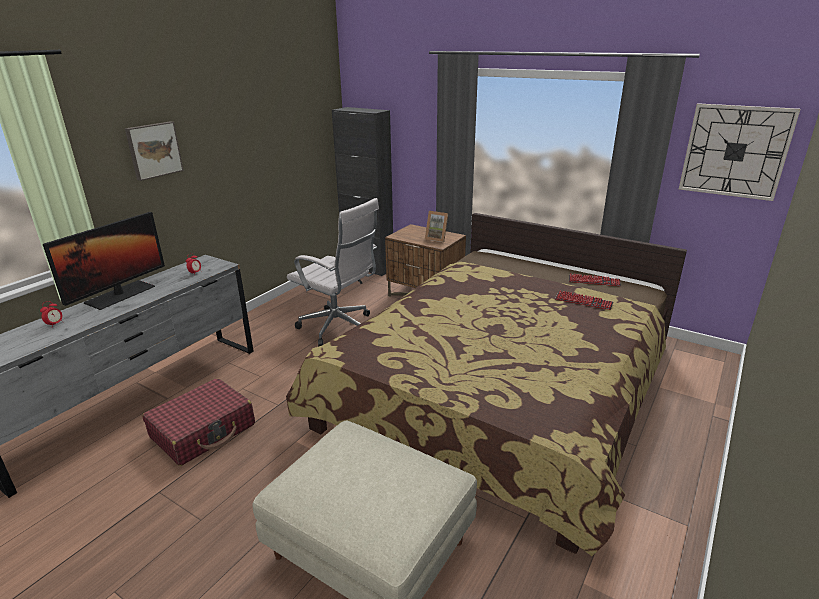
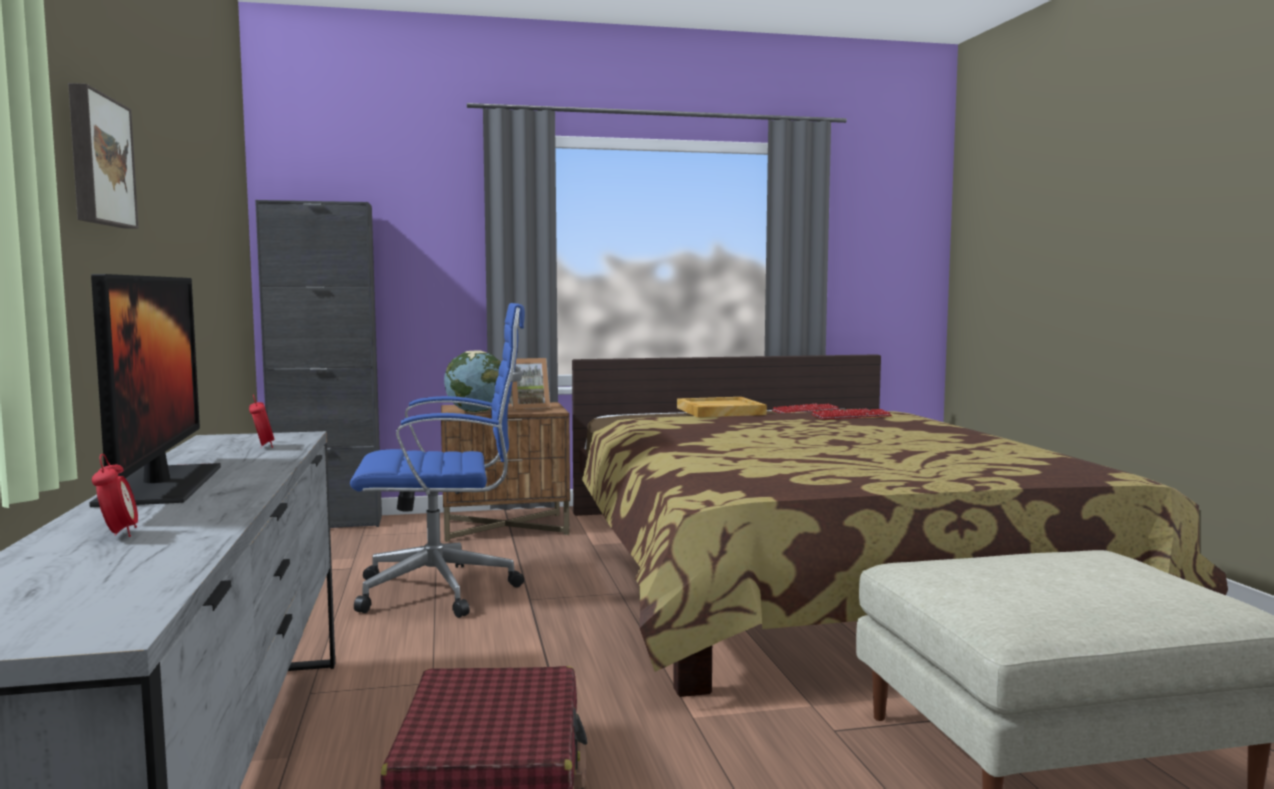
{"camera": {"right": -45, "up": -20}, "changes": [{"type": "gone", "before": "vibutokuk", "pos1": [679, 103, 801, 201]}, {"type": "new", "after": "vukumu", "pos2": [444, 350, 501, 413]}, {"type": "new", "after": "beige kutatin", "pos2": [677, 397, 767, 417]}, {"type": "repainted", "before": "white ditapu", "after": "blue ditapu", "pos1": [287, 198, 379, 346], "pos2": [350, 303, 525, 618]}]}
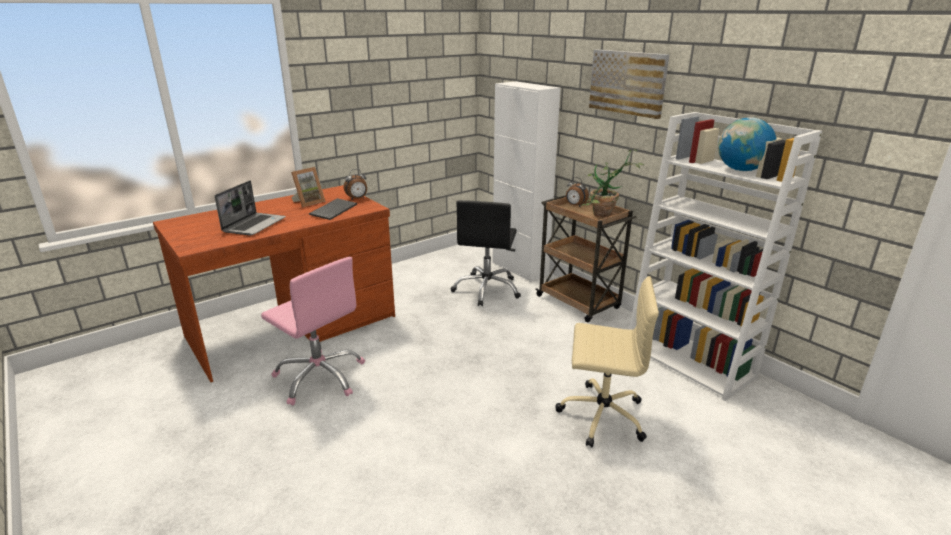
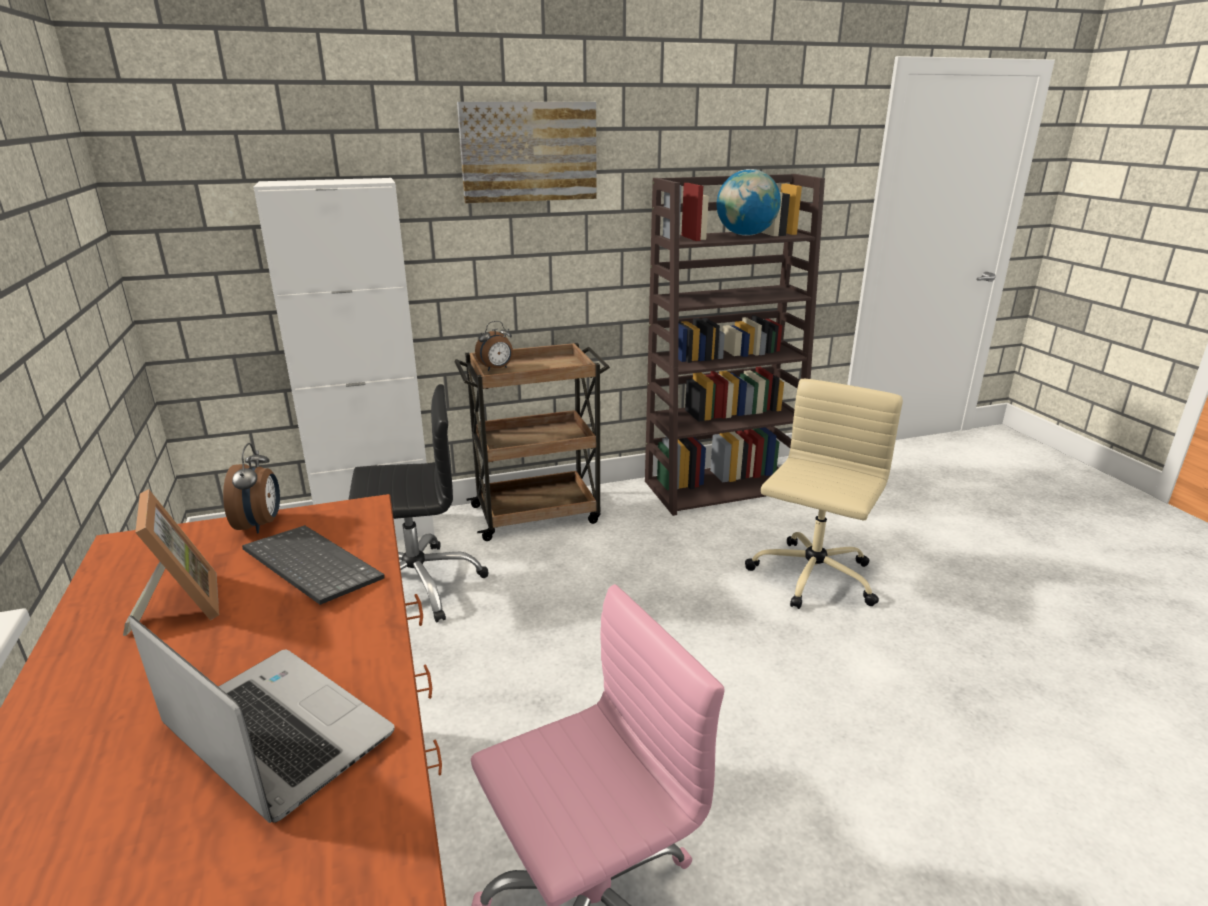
{"camera": {"right": -70, "up": 0}, "changes": [{"type": "gone", "before": "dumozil", "pos1": [581, 150, 644, 218]}, {"type": "repainted", "before": "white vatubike", "after": "brown vatubike", "pos1": [629, 112, 822, 401], "pos2": [645, 174, 825, 516]}, {"type": "rotated", "before": "black ditapu", "pos1": [451, 200, 521, 306], "pos2": [348, 384, 489, 623], "turn": -45}]}
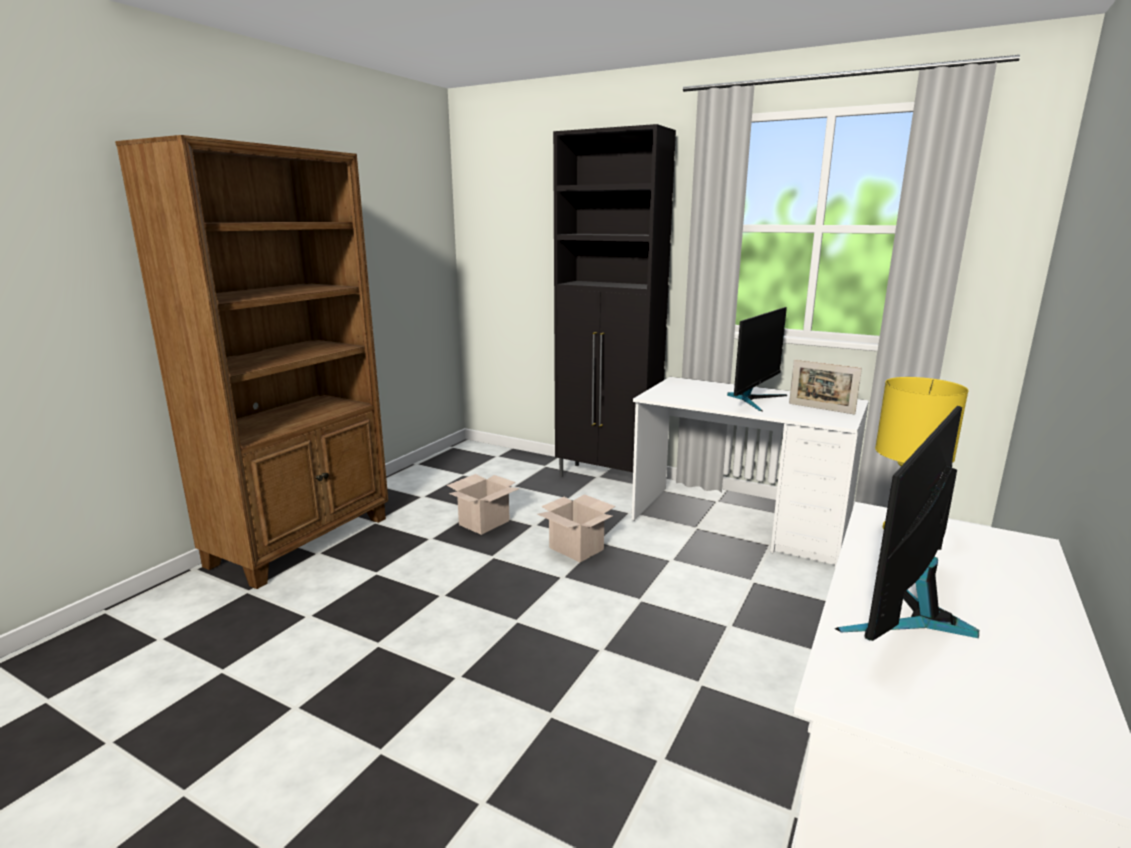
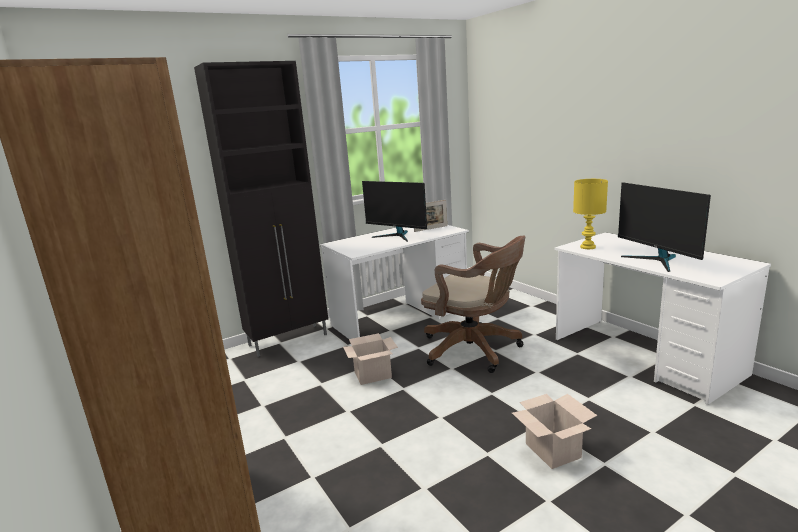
{"camera": {"right": -60, "up": 0}, "changes": [{"type": "new", "after": "brown ditapu", "pos2": [421, 236, 525, 373]}, {"type": "shifted", "before": "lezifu", "pos1": [447, 474, 520, 535], "pos2": [512, 394, 597, 469]}, {"type": "rotated", "before": "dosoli", "pos1": [727, 307, 787, 411], "pos2": [362, 181, 427, 242], "turn": 150}]}
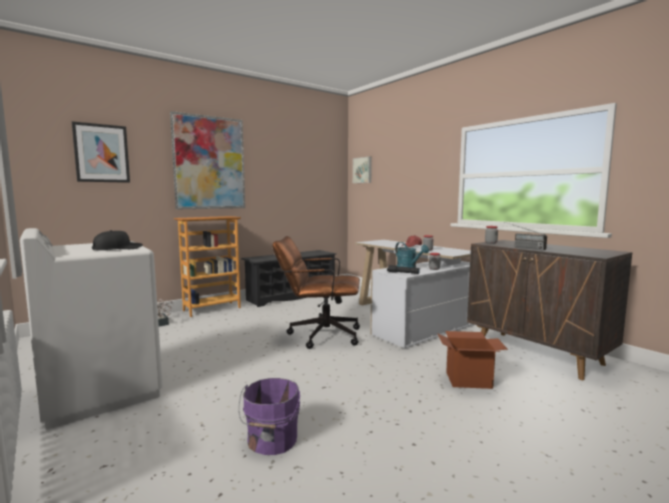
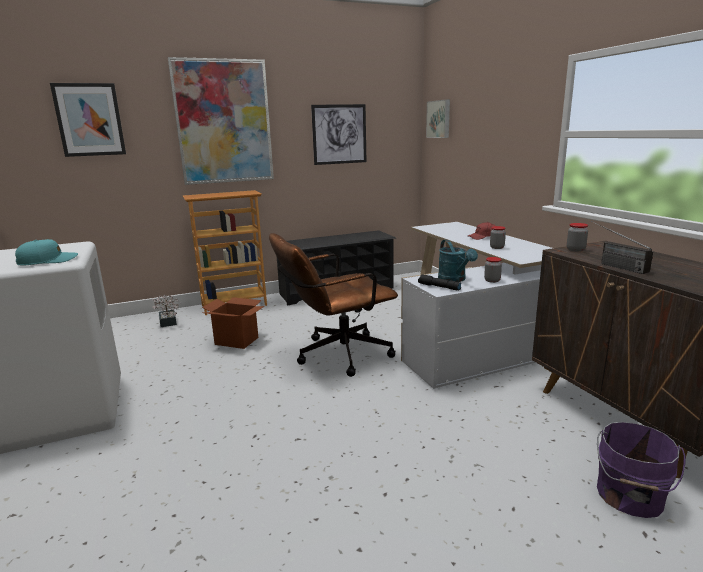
{"camera": {"right": 15, "up": 10}, "changes": [{"type": "new", "after": "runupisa", "pos2": [311, 104, 367, 165]}, {"type": "shifted", "before": "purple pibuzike", "pos1": [238, 378, 300, 455], "pos2": [597, 422, 685, 518]}, {"type": "shifted", "before": "lezifu", "pos1": [438, 331, 508, 389], "pos2": [202, 297, 264, 349]}, {"type": "repainted", "before": "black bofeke", "after": "turquoise bofeke", "pos1": [92, 230, 143, 250], "pos2": [15, 239, 78, 266]}, {"type": "rotated", "before": "brown ditapu", "pos1": [272, 236, 360, 349], "pos2": [269, 233, 398, 377], "turn": -45}]}
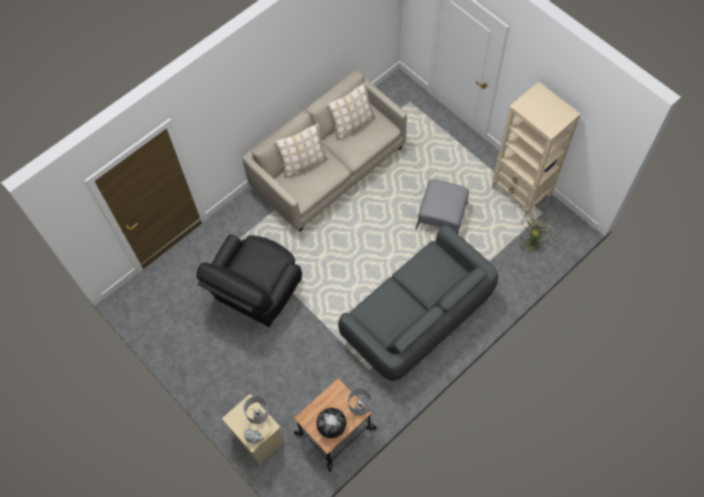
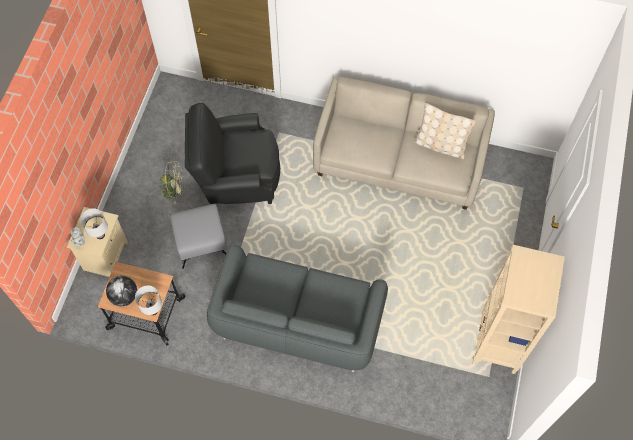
{"camera": {"right": 55, "up": 0}, "changes": [{"type": "gone", "before": "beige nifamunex", "pos1": [274, 123, 328, 178]}, {"type": "shifted", "before": "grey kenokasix", "pos1": [416, 179, 469, 234], "pos2": [170, 204, 227, 269]}, {"type": "shifted", "before": "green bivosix", "pos1": [519, 215, 556, 253], "pos2": [158, 161, 184, 204]}]}
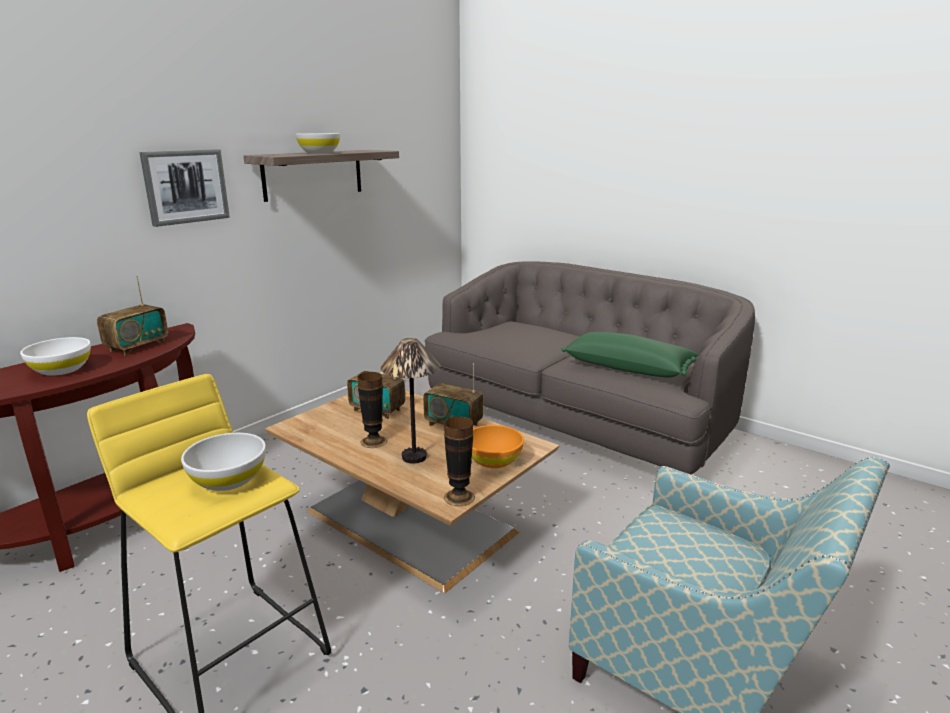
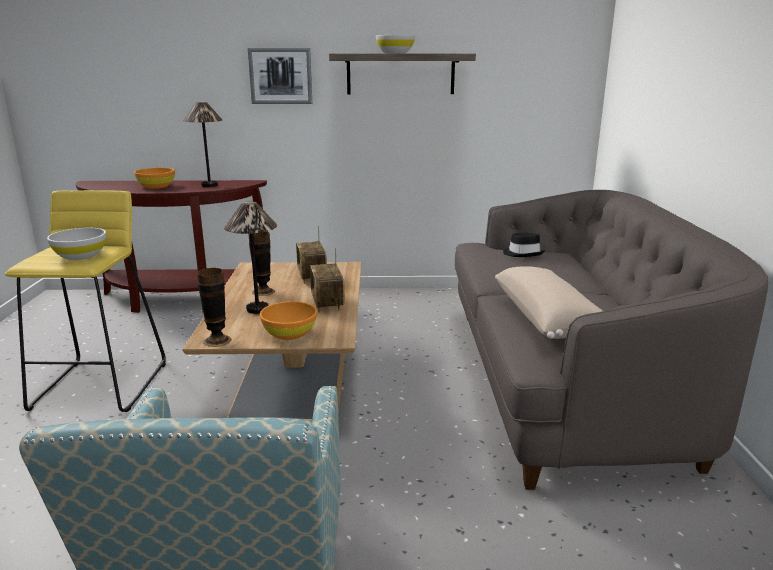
{"camera": {"right": 50, "up": 0}, "changes": [{"type": "new", "after": "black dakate", "pos2": [503, 233, 544, 257]}, {"type": "swapped", "before": "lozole", "after": "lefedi", "pos1": [97, 276, 168, 356], "pos2": [184, 102, 222, 187]}, {"type": "repainted", "before": "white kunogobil", "after": "orange kunogobil", "pos1": [20, 337, 91, 376], "pos2": [134, 168, 175, 189]}, {"type": "repainted", "before": "green nifamunex", "after": "beige nifamunex", "pos1": [562, 332, 698, 378], "pos2": [495, 266, 603, 339]}]}
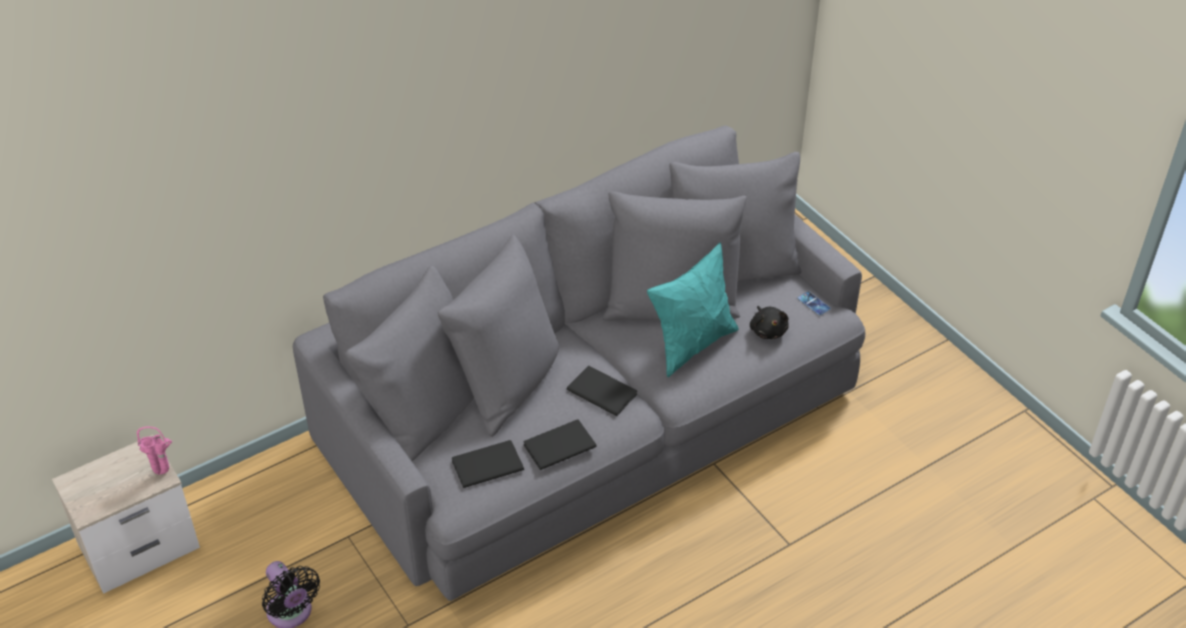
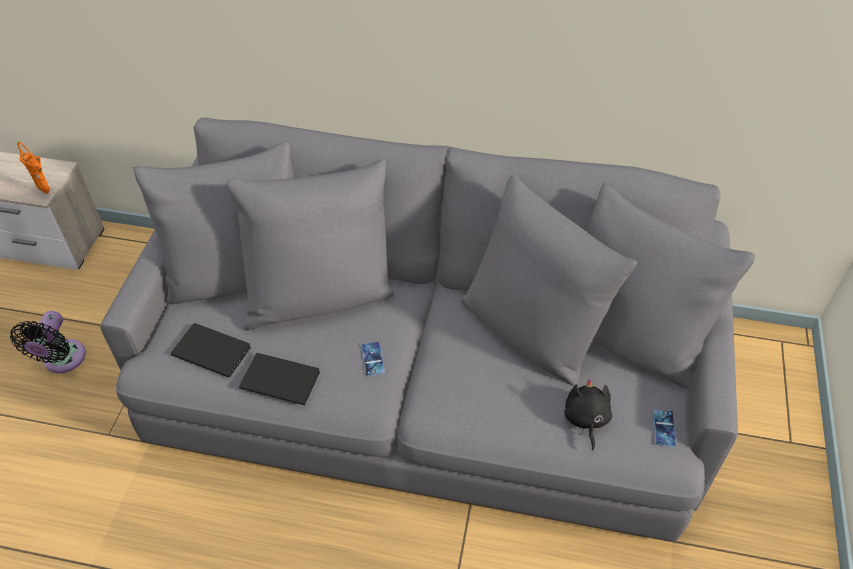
{"camera": {"right": 45, "up": 5}, "changes": [{"type": "gone", "before": "turquoise nifamunex", "pos1": [647, 243, 739, 377]}, {"type": "swapped", "before": "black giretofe", "after": "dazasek", "pos1": [566, 366, 637, 416], "pos2": [361, 342, 385, 376]}, {"type": "repainted", "before": "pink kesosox", "after": "orange kesosox", "pos1": [137, 426, 172, 475], "pos2": [17, 142, 50, 193]}, {"type": "rotated", "before": "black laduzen", "pos1": [750, 306, 789, 339], "pos2": [564, 378, 612, 451], "turn": 150}]}
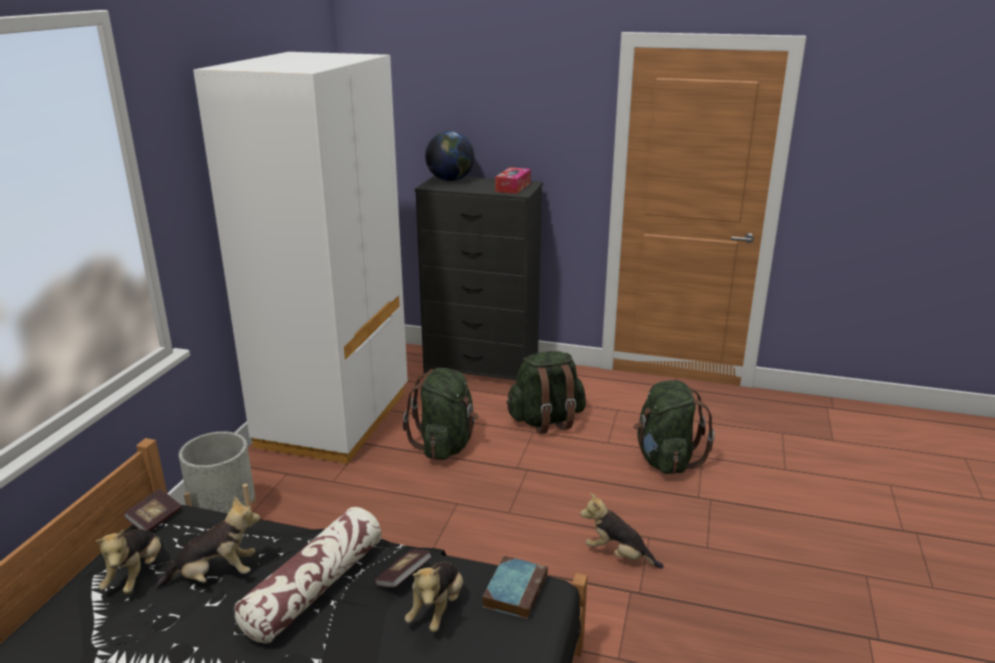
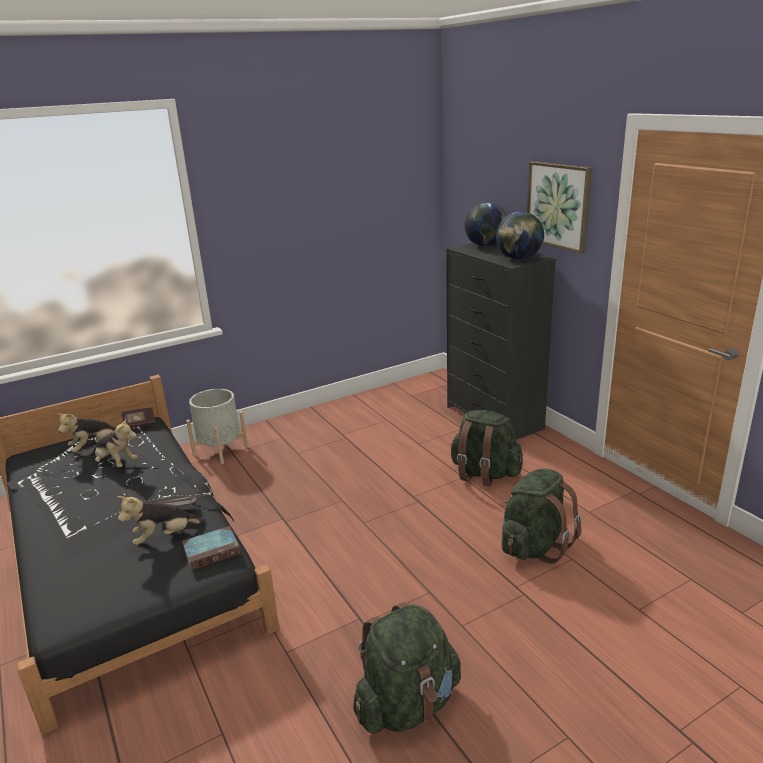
{"camera": {"right": 45, "up": 0}, "changes": [{"type": "gone", "before": "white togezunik", "pos1": [193, 52, 408, 464]}, {"type": "gone", "before": "nifamunex", "pos1": [234, 507, 382, 644]}, {"type": "gone", "before": "laduzen", "pos1": [580, 493, 664, 569]}, {"type": "new", "after": "runupisa", "pos2": [527, 161, 592, 254]}, {"type": "shifted", "before": "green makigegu", "pos1": [403, 368, 479, 460], "pos2": [353, 602, 461, 734]}, {"type": "swapped", "before": "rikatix", "after": "vukumu", "pos1": [495, 167, 531, 194], "pos2": [496, 212, 544, 260]}]}
